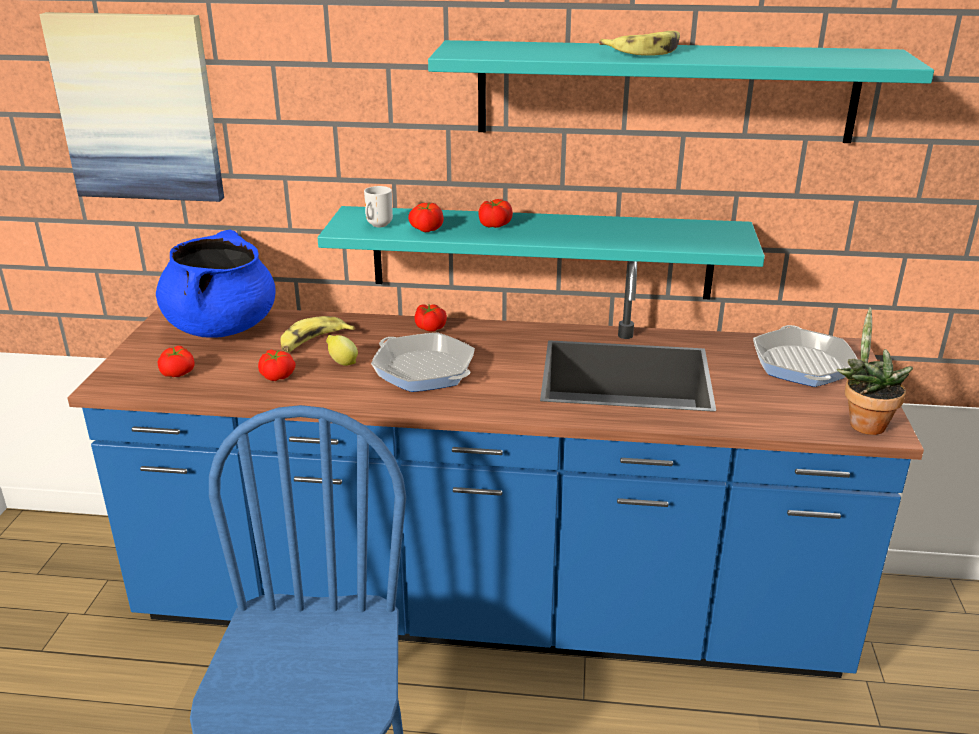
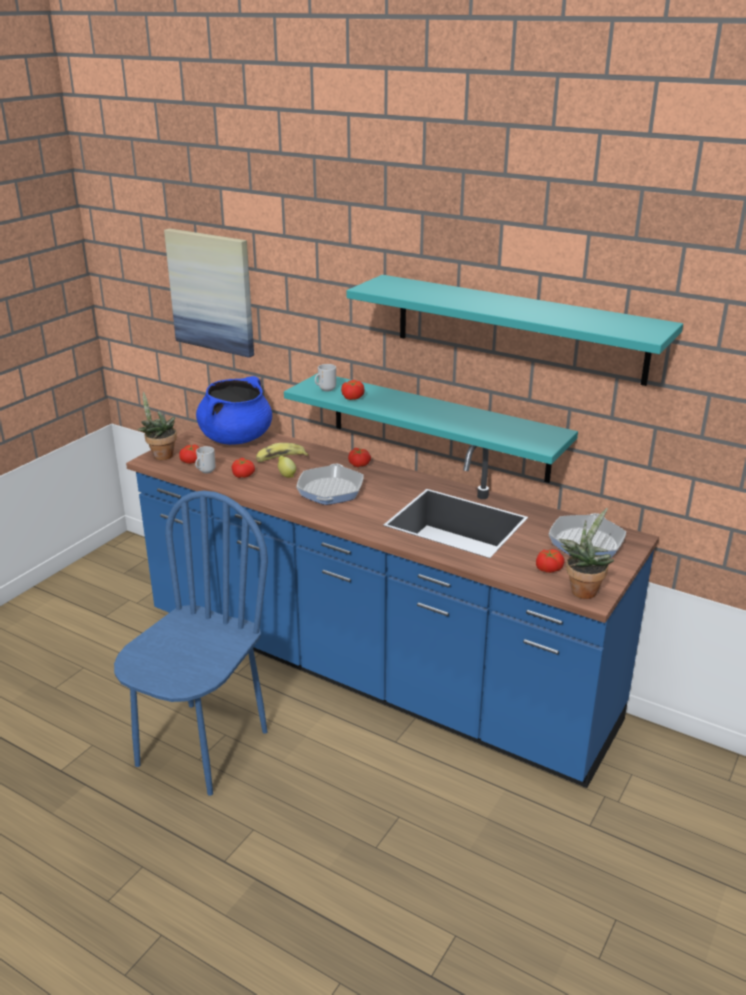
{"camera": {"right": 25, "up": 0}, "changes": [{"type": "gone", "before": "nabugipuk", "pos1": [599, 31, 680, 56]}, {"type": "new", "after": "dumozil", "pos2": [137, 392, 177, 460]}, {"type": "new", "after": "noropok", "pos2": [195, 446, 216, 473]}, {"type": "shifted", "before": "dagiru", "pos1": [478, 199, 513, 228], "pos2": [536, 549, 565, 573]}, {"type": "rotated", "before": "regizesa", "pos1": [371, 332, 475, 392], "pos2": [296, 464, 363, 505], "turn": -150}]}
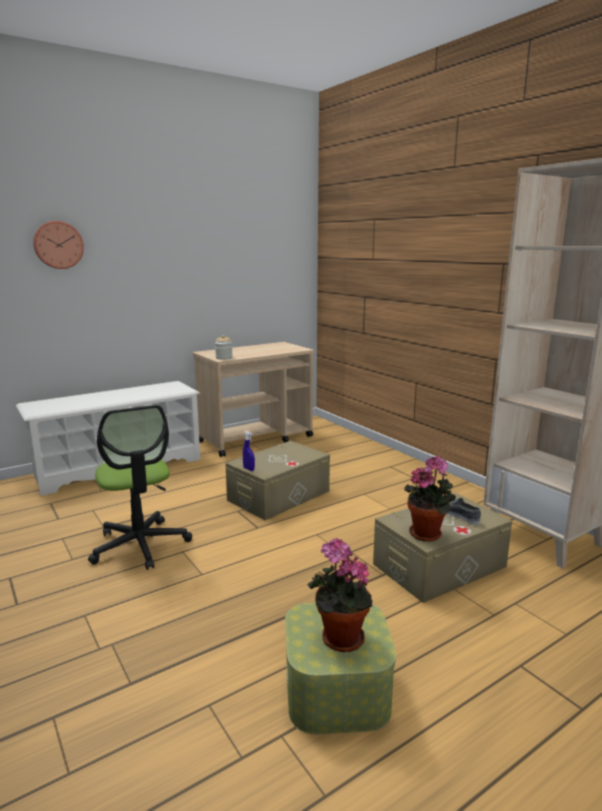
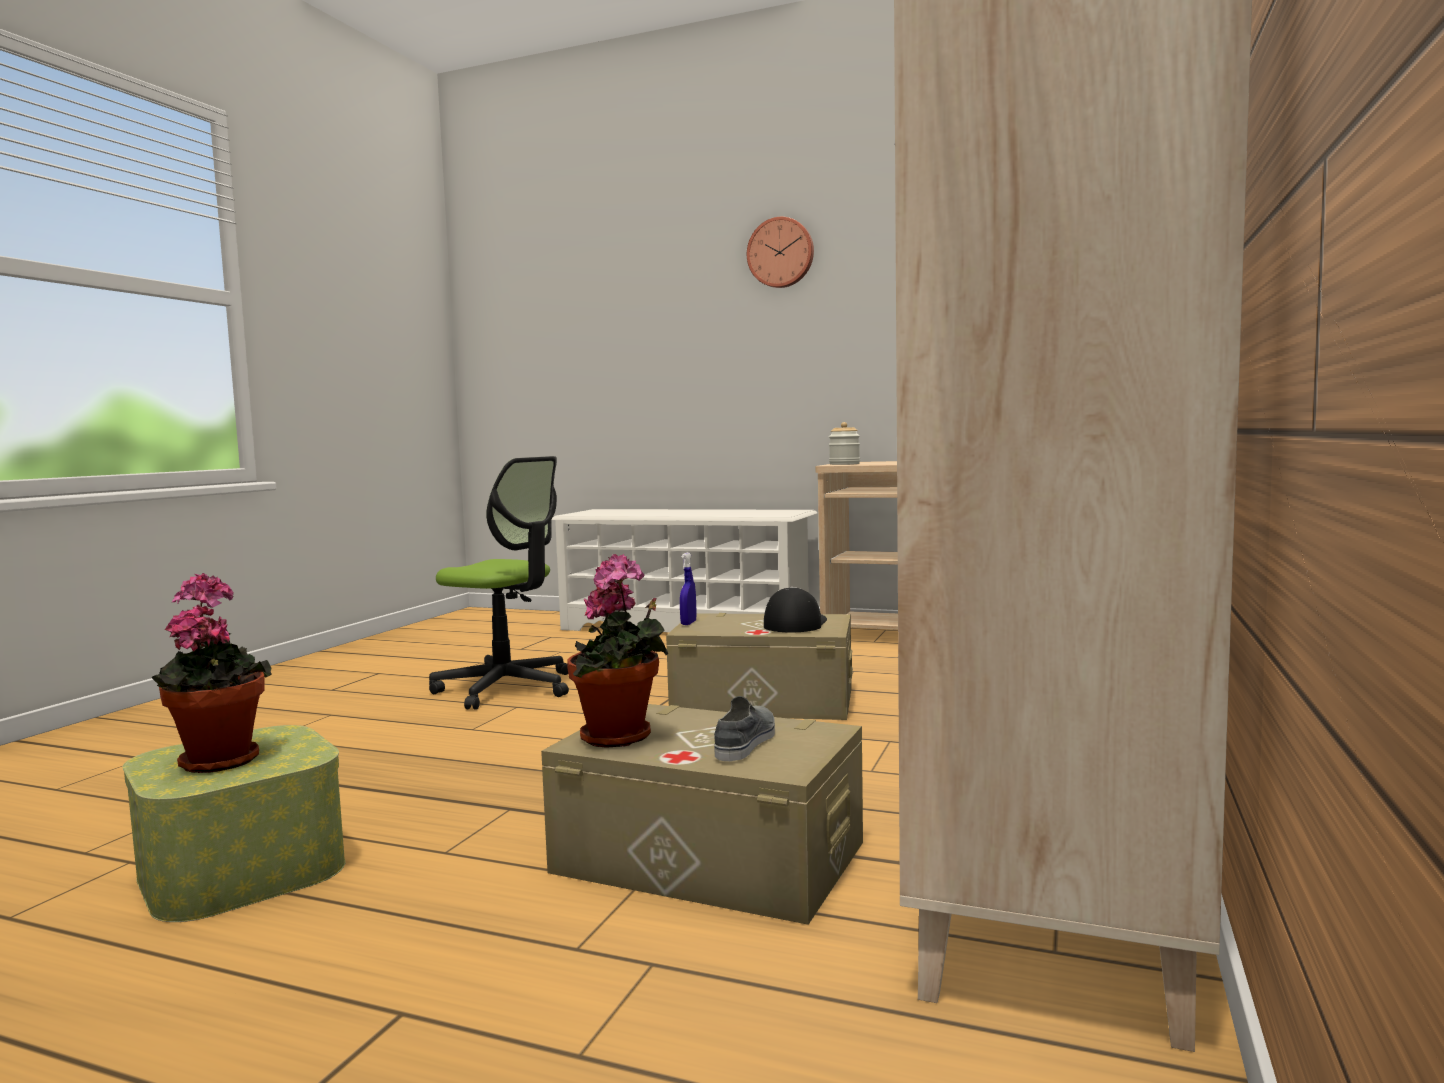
{"camera": {"right": 55, "up": -10}, "changes": [{"type": "new", "after": "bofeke", "pos2": [764, 587, 827, 632]}, {"type": "shifted", "before": "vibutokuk", "pos1": [33, 221, 84, 269], "pos2": [747, 217, 814, 288]}, {"type": "rotated", "before": "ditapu", "pos1": [88, 405, 192, 570], "pos2": [429, 456, 569, 710], "turn": -90}]}
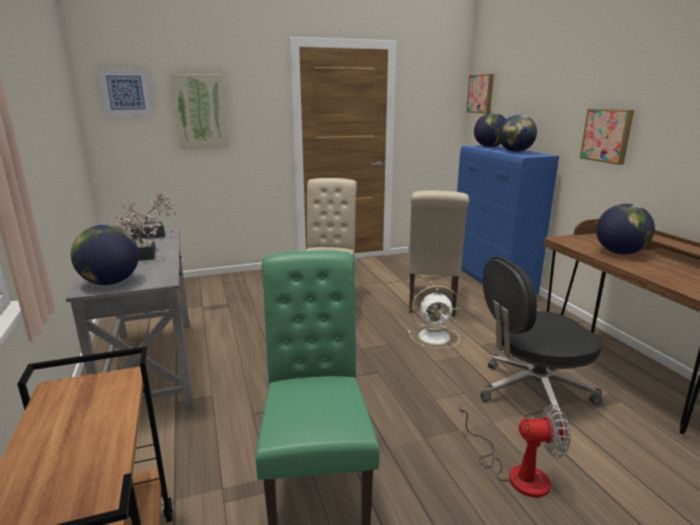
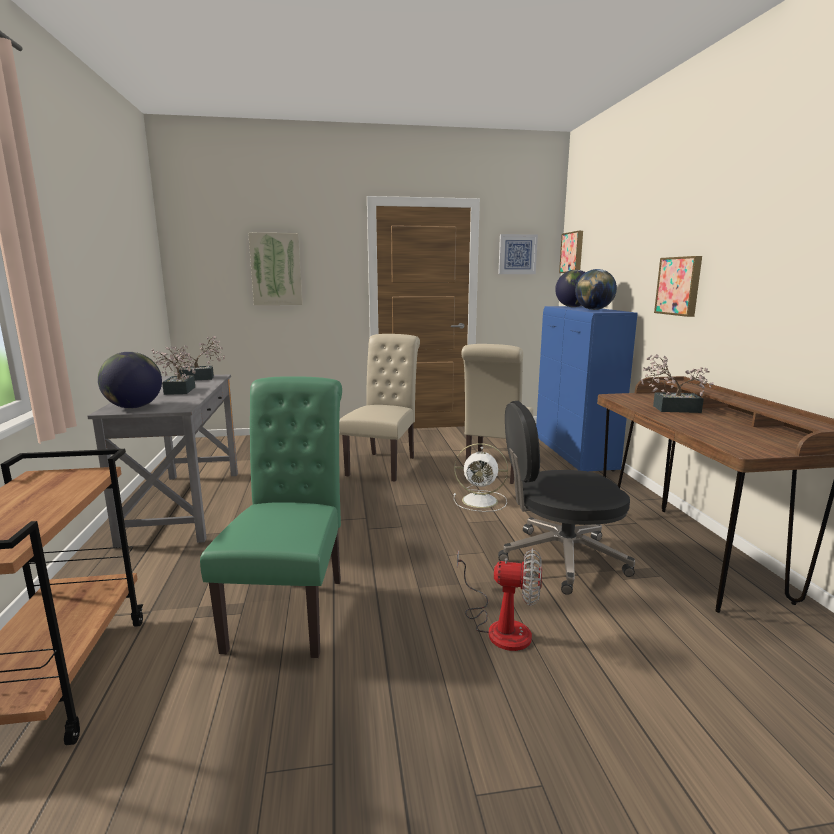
{"camera": {"right": 10, "up": -5}, "changes": [{"type": "shifted", "before": "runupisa", "pos1": [98, 69, 152, 116], "pos2": [498, 234, 538, 274]}, {"type": "swapped", "before": "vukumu", "after": "dumozil", "pos1": [596, 204, 655, 255], "pos2": [641, 354, 714, 413]}]}
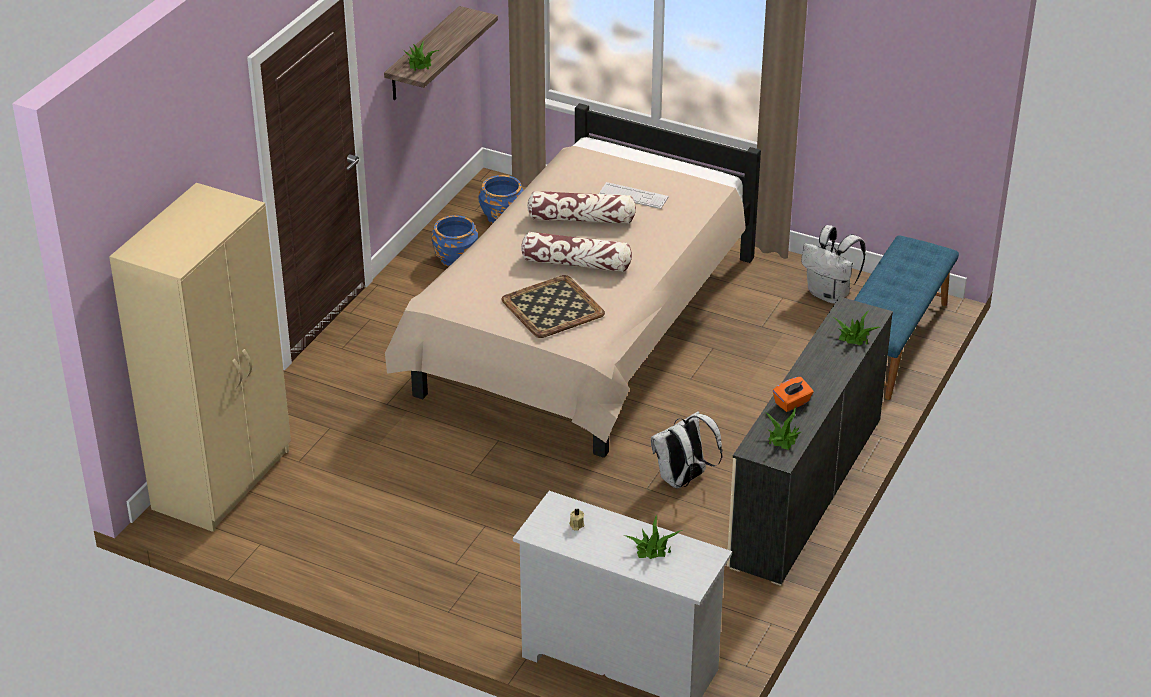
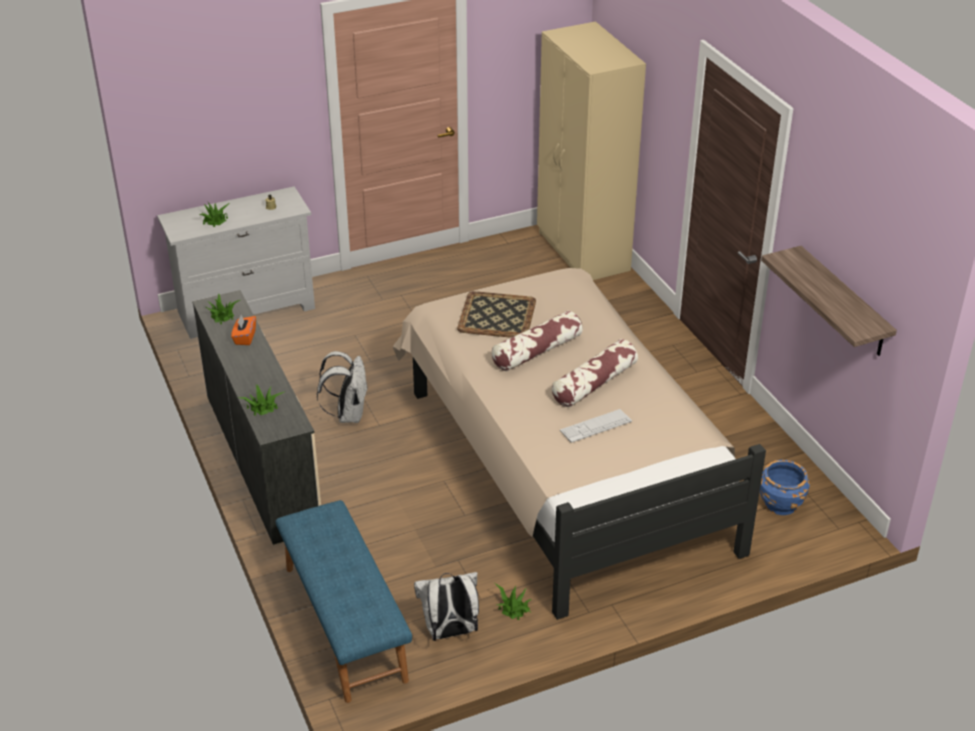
{"camera": {"right": 130, "up": 0}, "changes": [{"type": "gone", "before": "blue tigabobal", "pos1": [431, 215, 478, 267]}, {"type": "shifted", "before": "dumozil", "pos1": [403, 41, 439, 71], "pos2": [495, 583, 532, 620]}]}
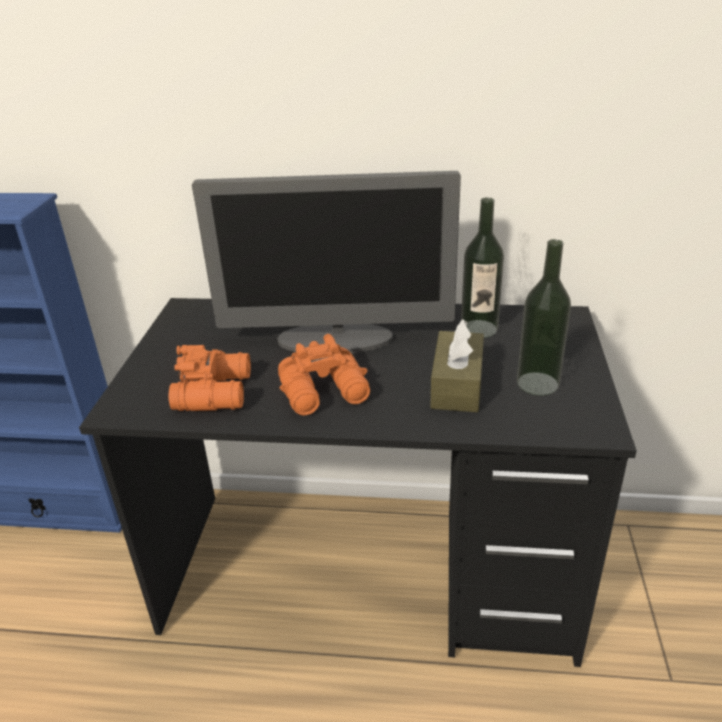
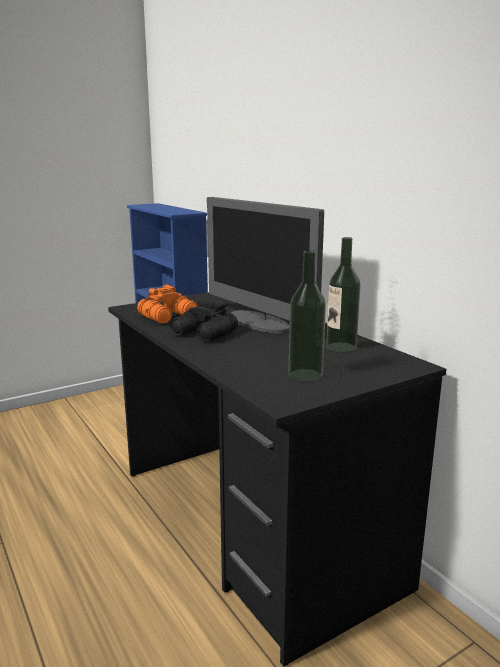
{"camera": {"right": 50, "up": -15}, "changes": [{"type": "gone", "before": "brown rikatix", "pos1": [430, 319, 484, 412]}, {"type": "repainted", "before": "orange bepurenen", "after": "black bepurenen", "pos1": [278, 334, 370, 415], "pos2": [170, 299, 238, 342]}]}
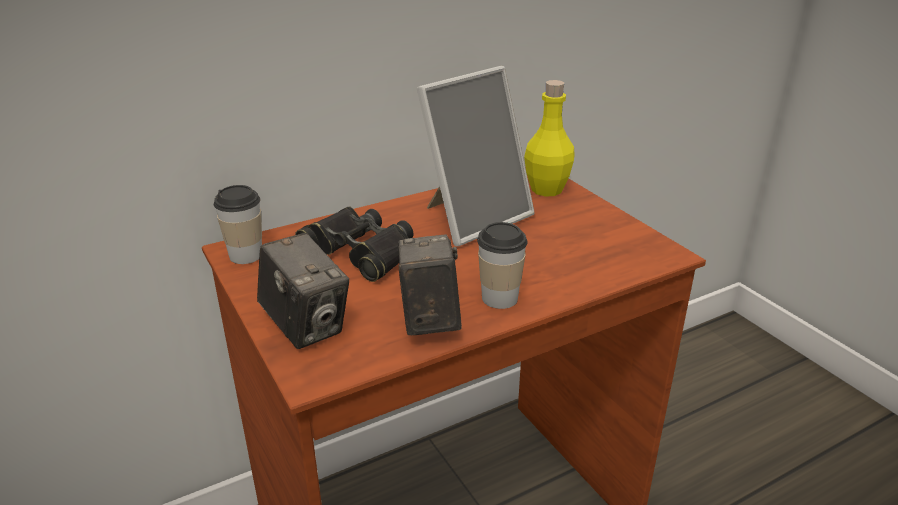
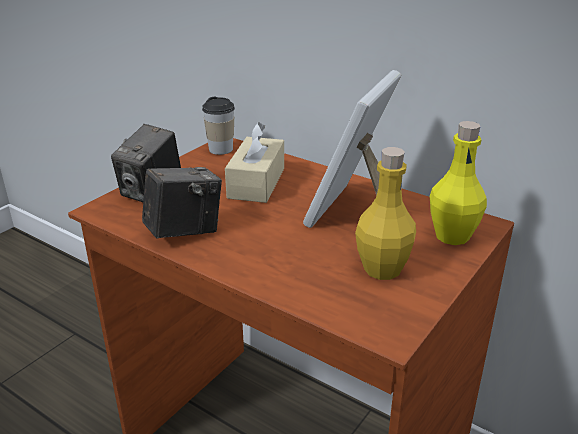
{"camera": {"right": 65, "up": 0}, "changes": [{"type": "gone", "before": "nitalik", "pos1": [477, 222, 528, 309]}, {"type": "new", "after": "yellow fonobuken", "pos2": [355, 147, 416, 280]}, {"type": "swapped", "before": "black bepurenen", "after": "beige rikatix", "pos1": [295, 206, 414, 282], "pos2": [225, 122, 284, 203]}, {"type": "rotated", "before": "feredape", "pos1": [417, 66, 535, 246], "pos2": [303, 70, 401, 228], "turn": 90}]}
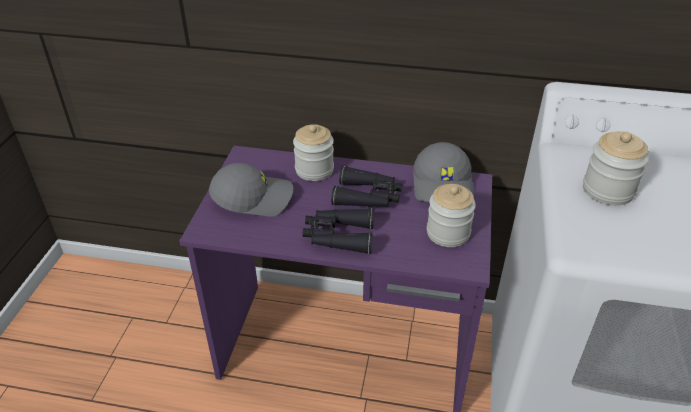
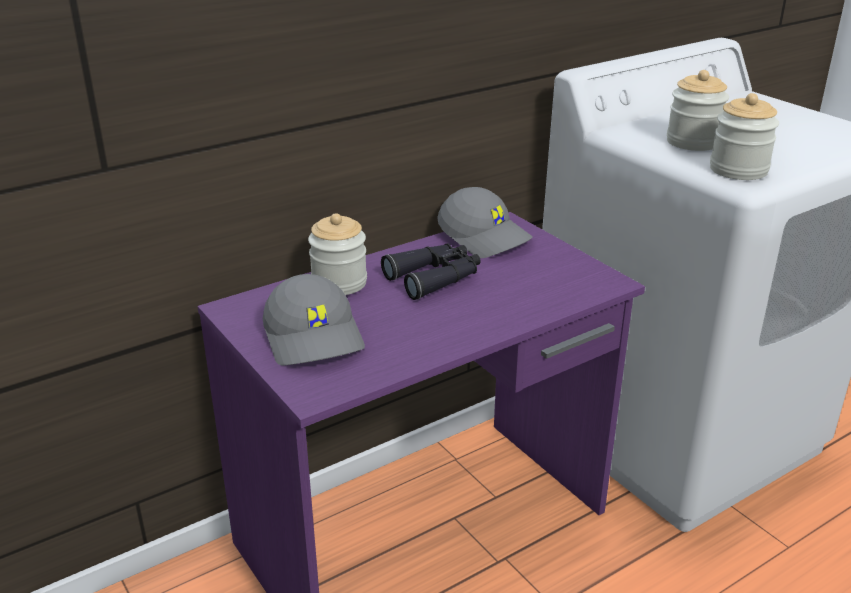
{"camera": {"right": -45, "up": -10}, "changes": [{"type": "gone", "before": "black bepurenen", "pos1": [303, 208, 374, 254]}, {"type": "shifted", "before": "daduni", "pos1": [427, 184, 476, 247], "pos2": [710, 93, 779, 180]}, {"type": "rotated", "before": "grey bofeke", "pos1": [209, 163, 293, 217], "pos2": [263, 274, 365, 366], "turn": 120}]}
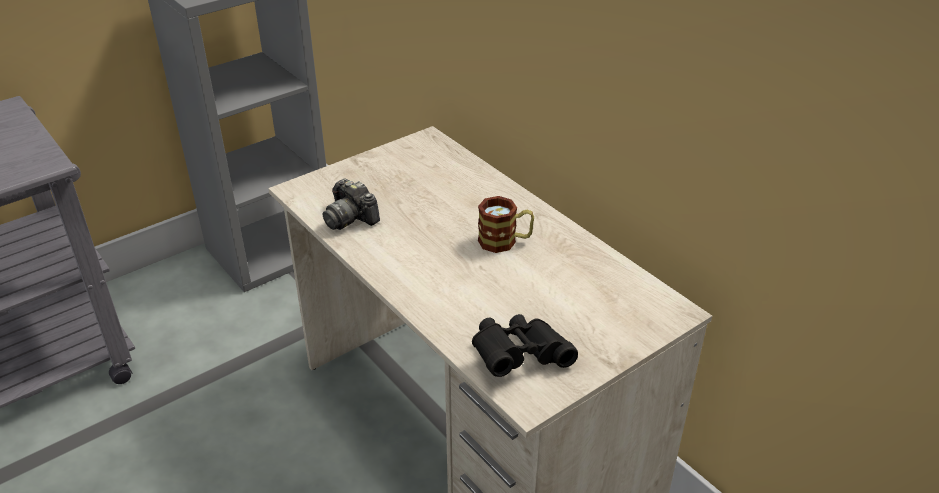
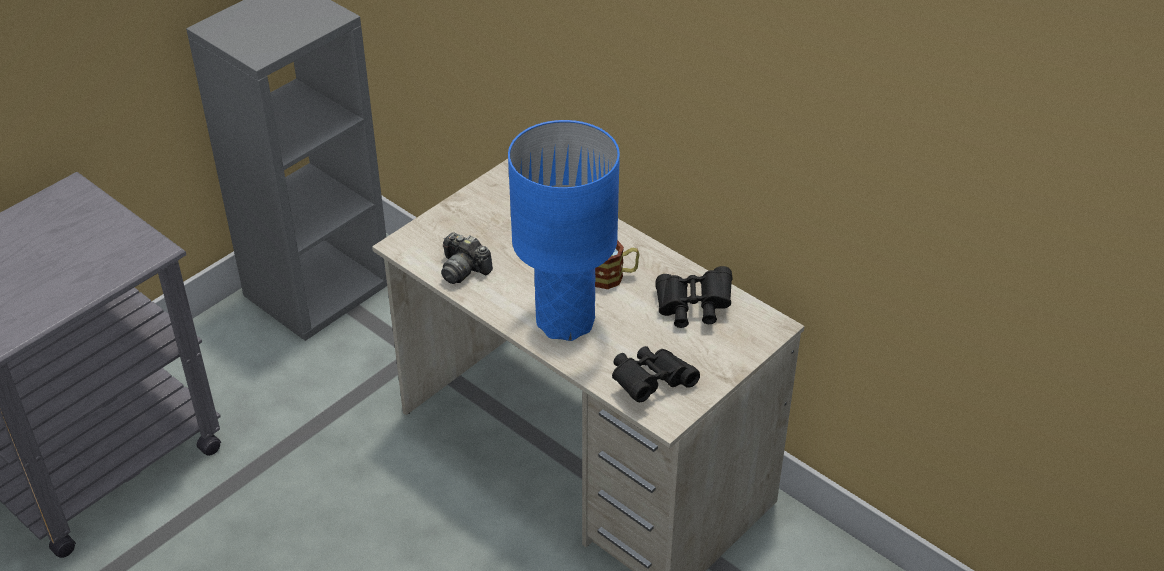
{"camera": {"right": -10, "up": 5}, "changes": [{"type": "new", "after": "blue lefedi", "pos2": [508, 120, 620, 341]}, {"type": "new", "after": "black bepurenen", "pos2": [655, 266, 732, 328]}]}
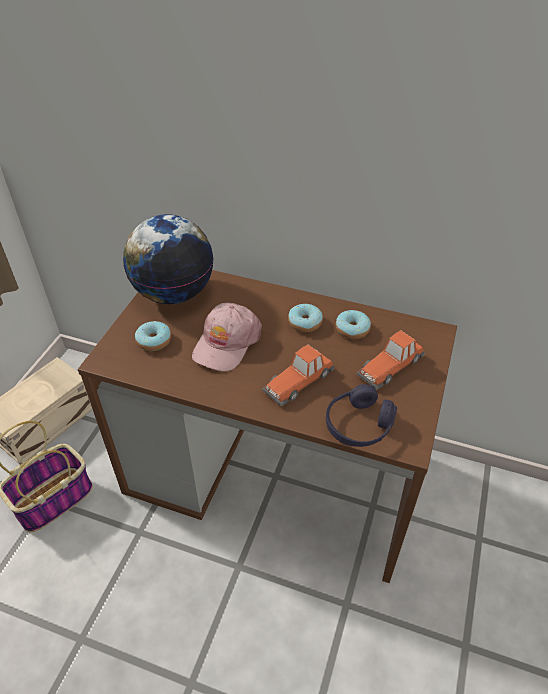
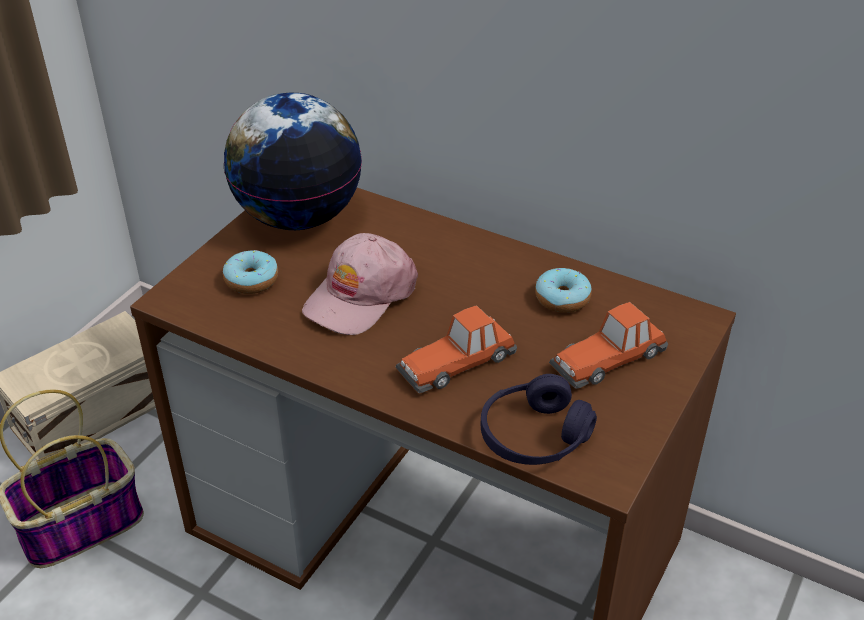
{"camera": {"right": 10, "up": -5}, "changes": [{"type": "gone", "before": "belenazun", "pos1": [288, 304, 323, 332]}]}
